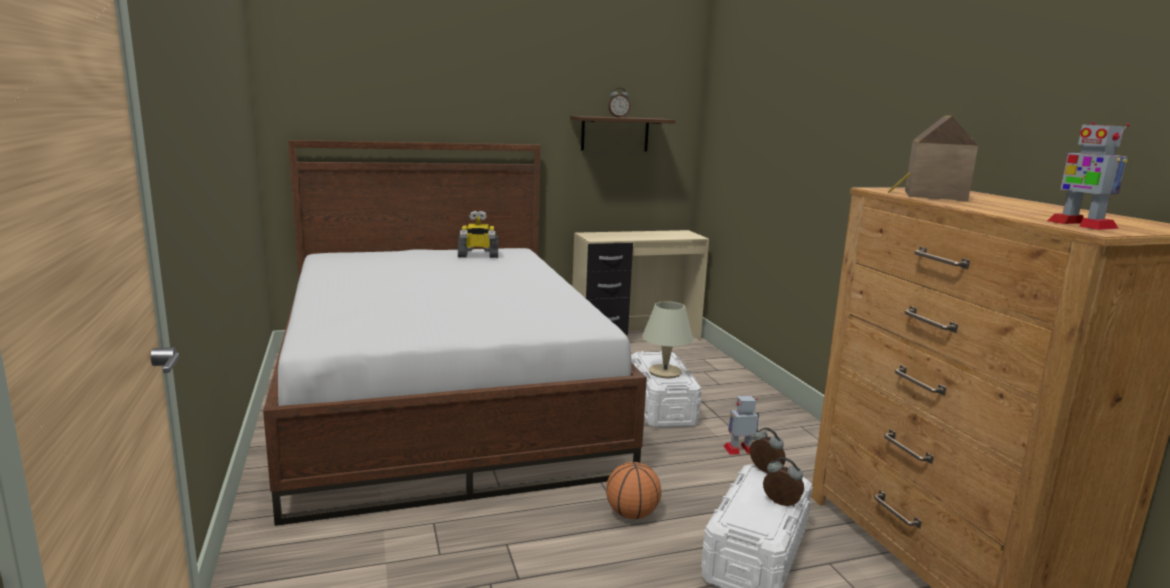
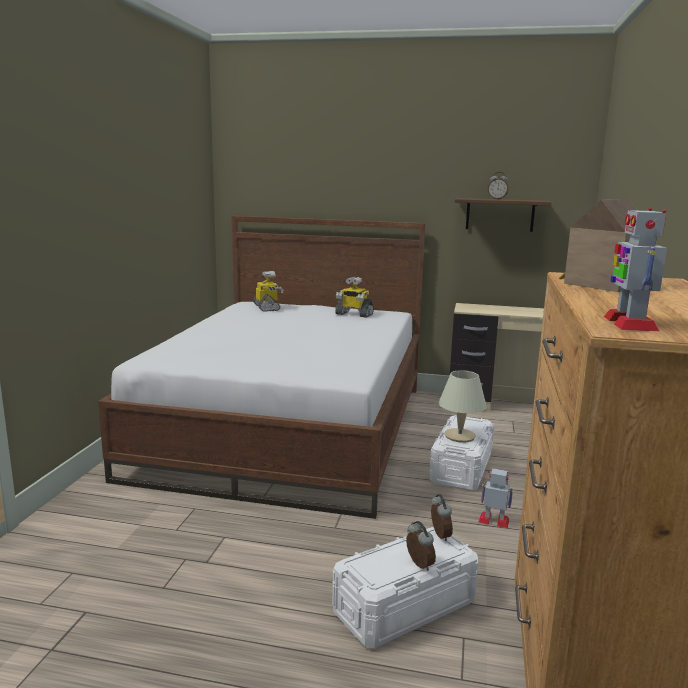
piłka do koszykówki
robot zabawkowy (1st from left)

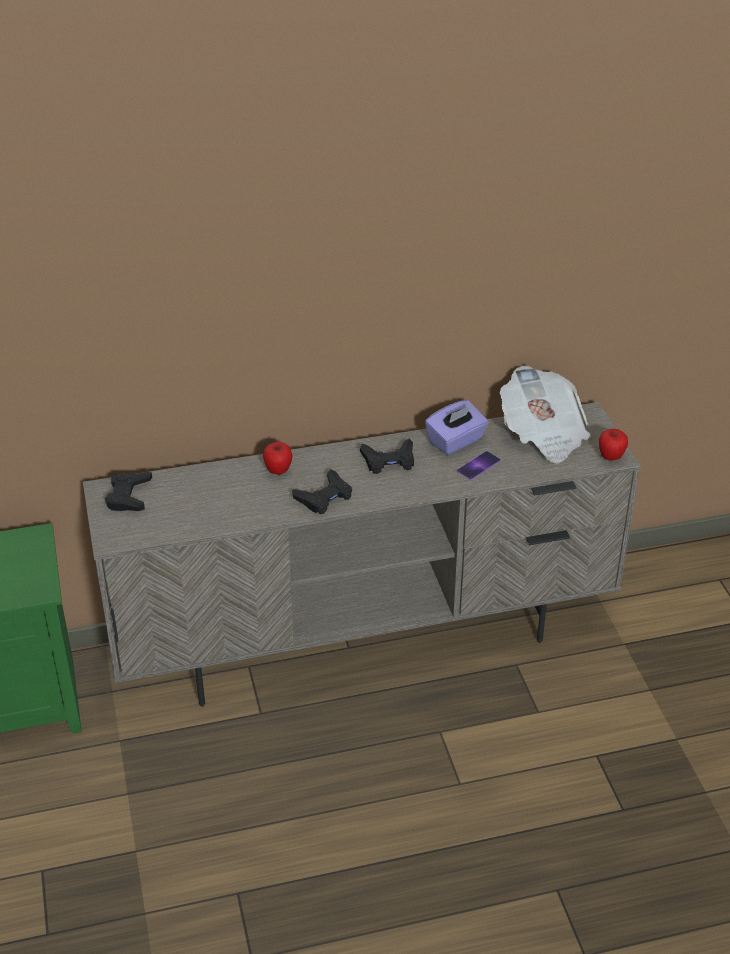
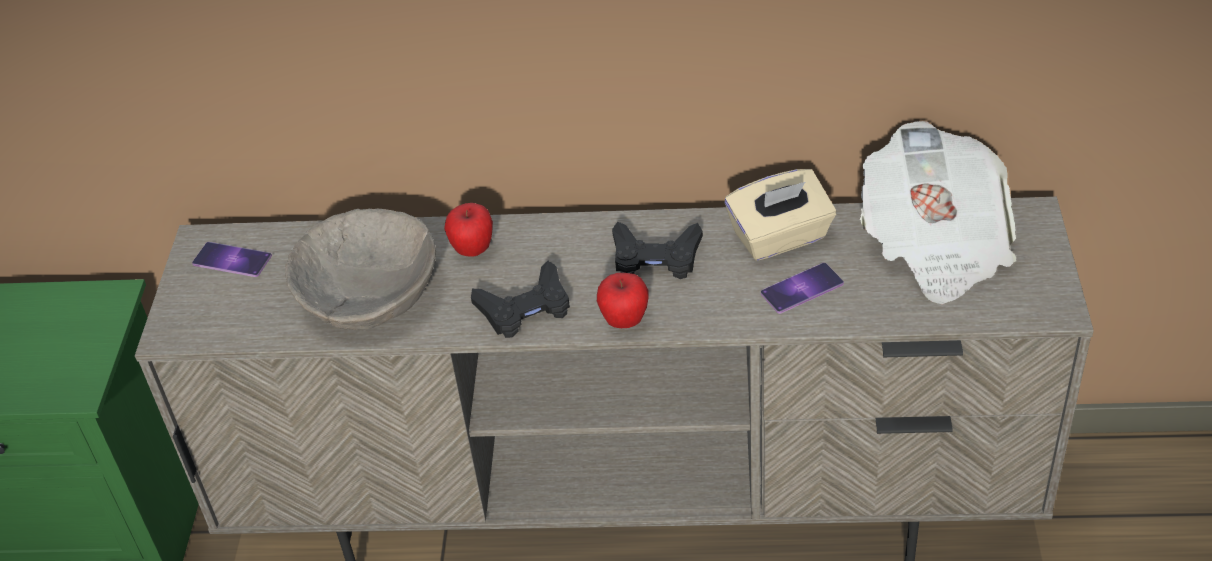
miska/beżowy
jabłko (2nd from left)
telefon (1st from left)
pudełko chusteczek/beżowy

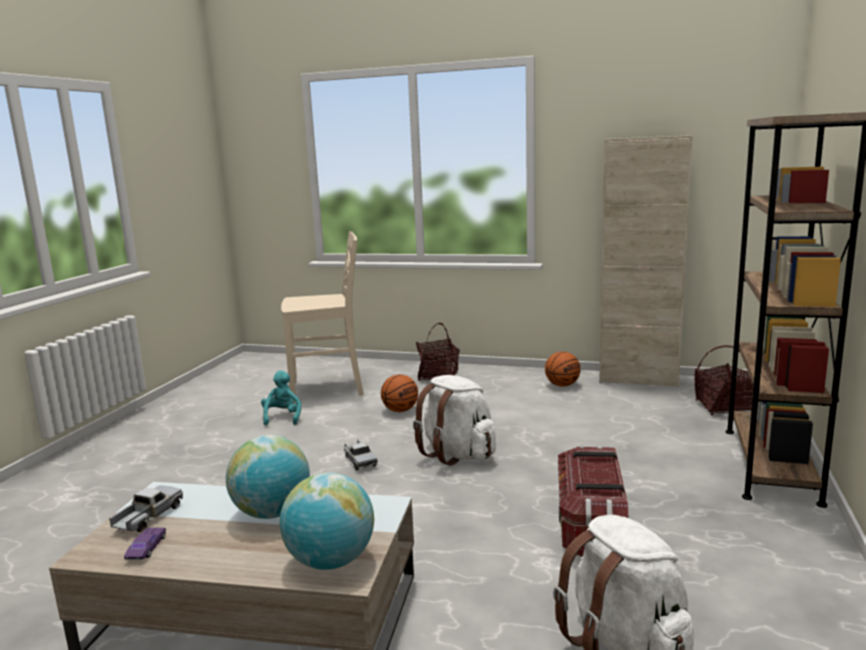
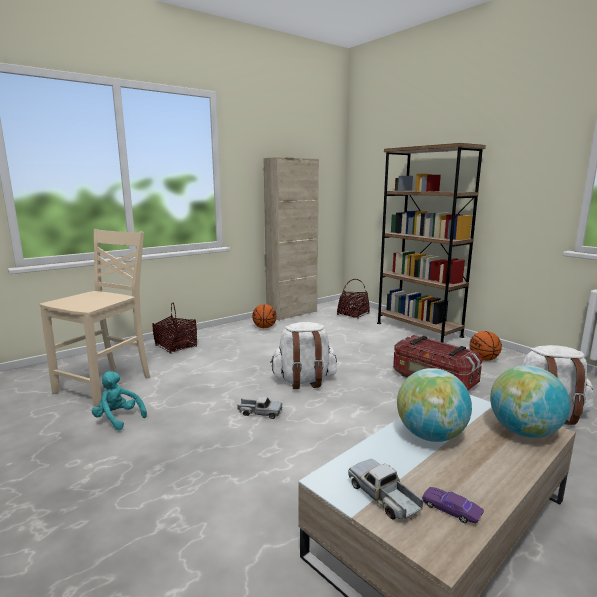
piłka do koszykówki (2nd from left)

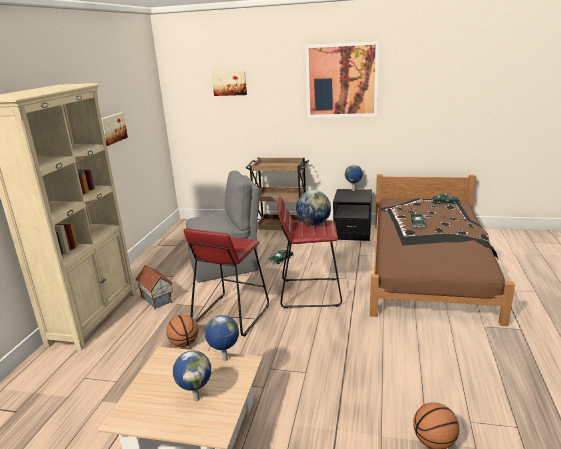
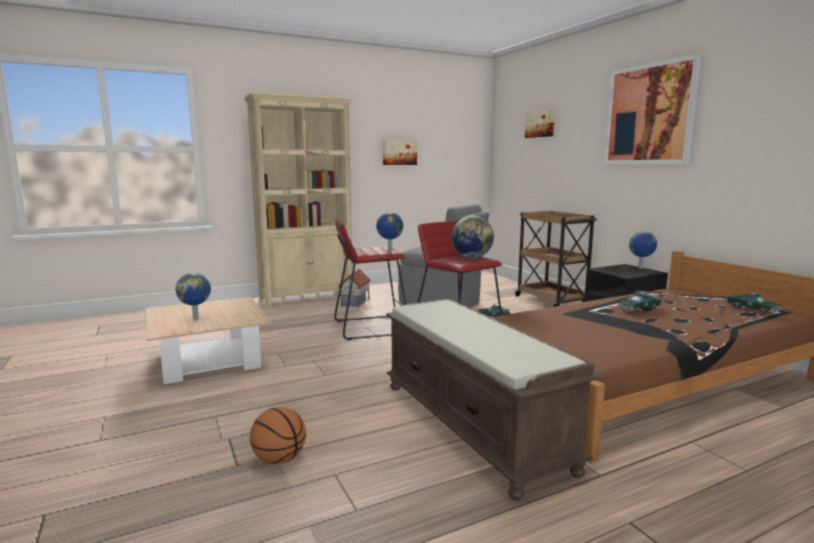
piłka do koszykówki (1st from left in the first image)
ławka/brązowy
globus (2nd from left)

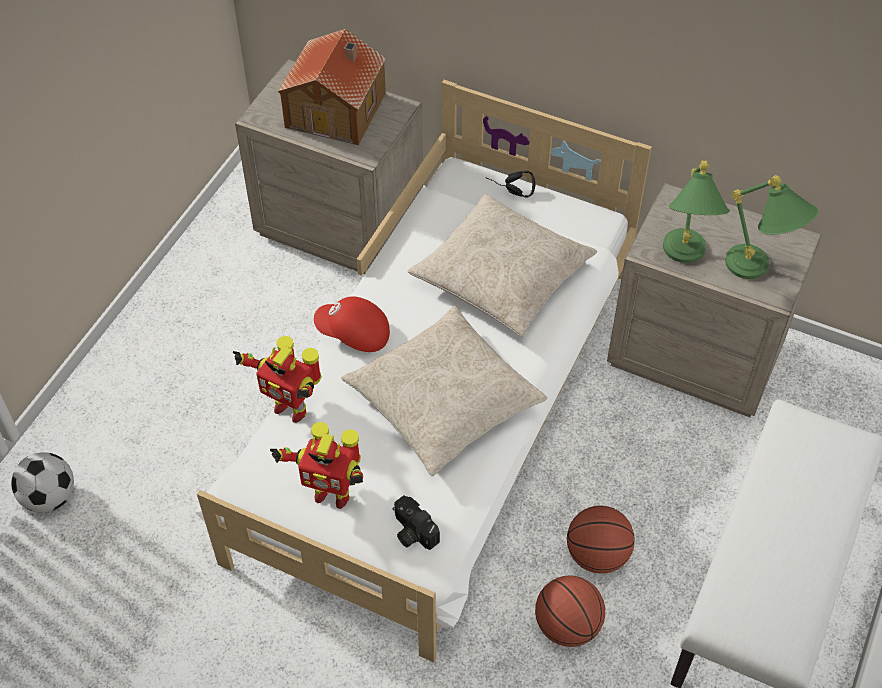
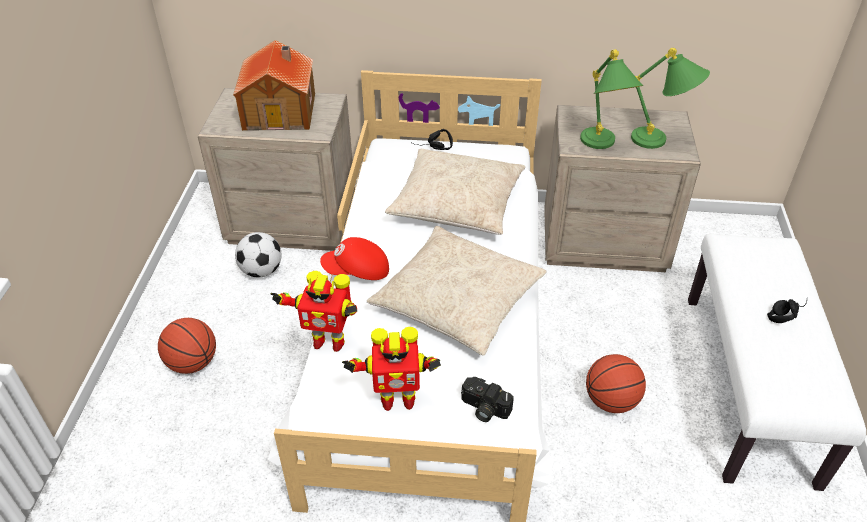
słuchawki/czarny (2nd from left)
piłka futbolowa
piłka do koszykówki (1st from left)

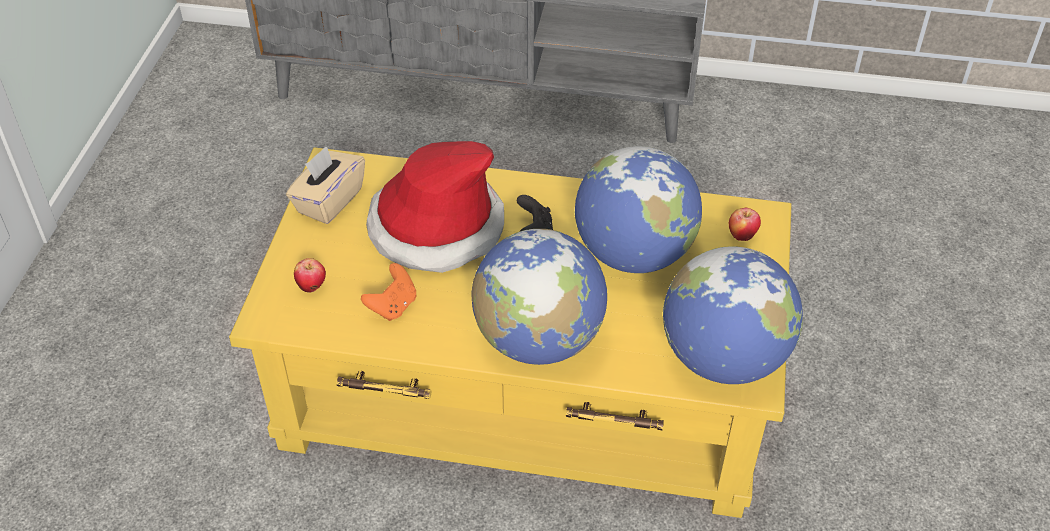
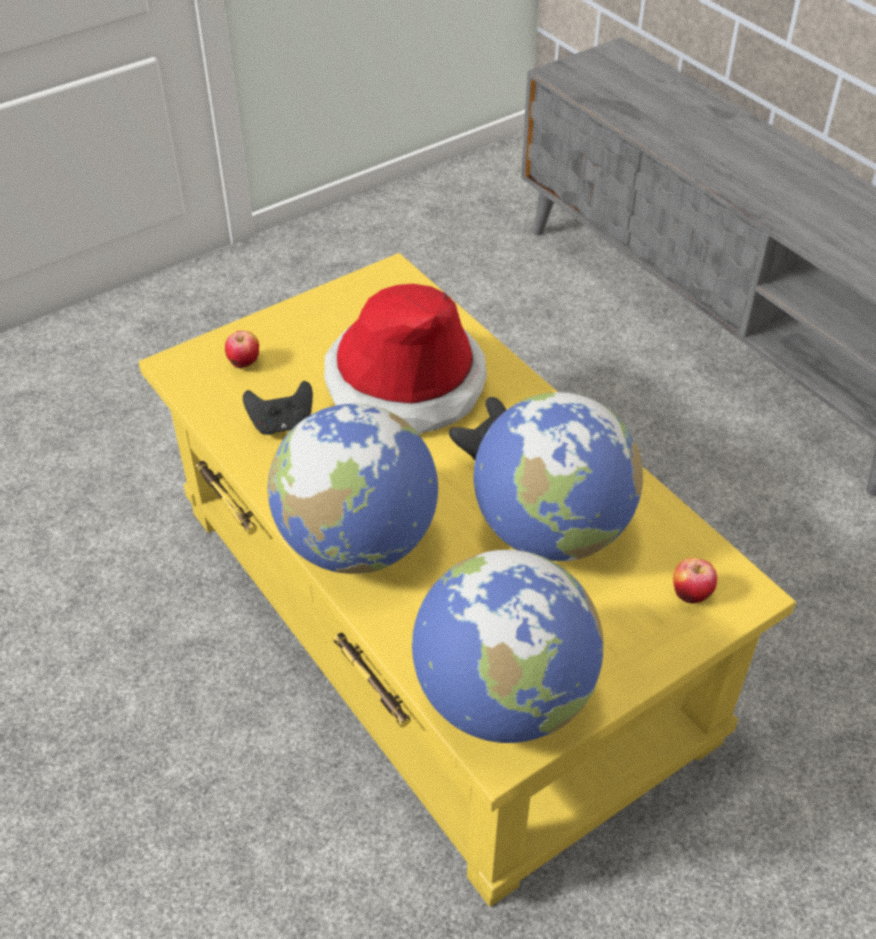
pudełko chusteczek/beżowy
pad do gier/czarny (1st from left)

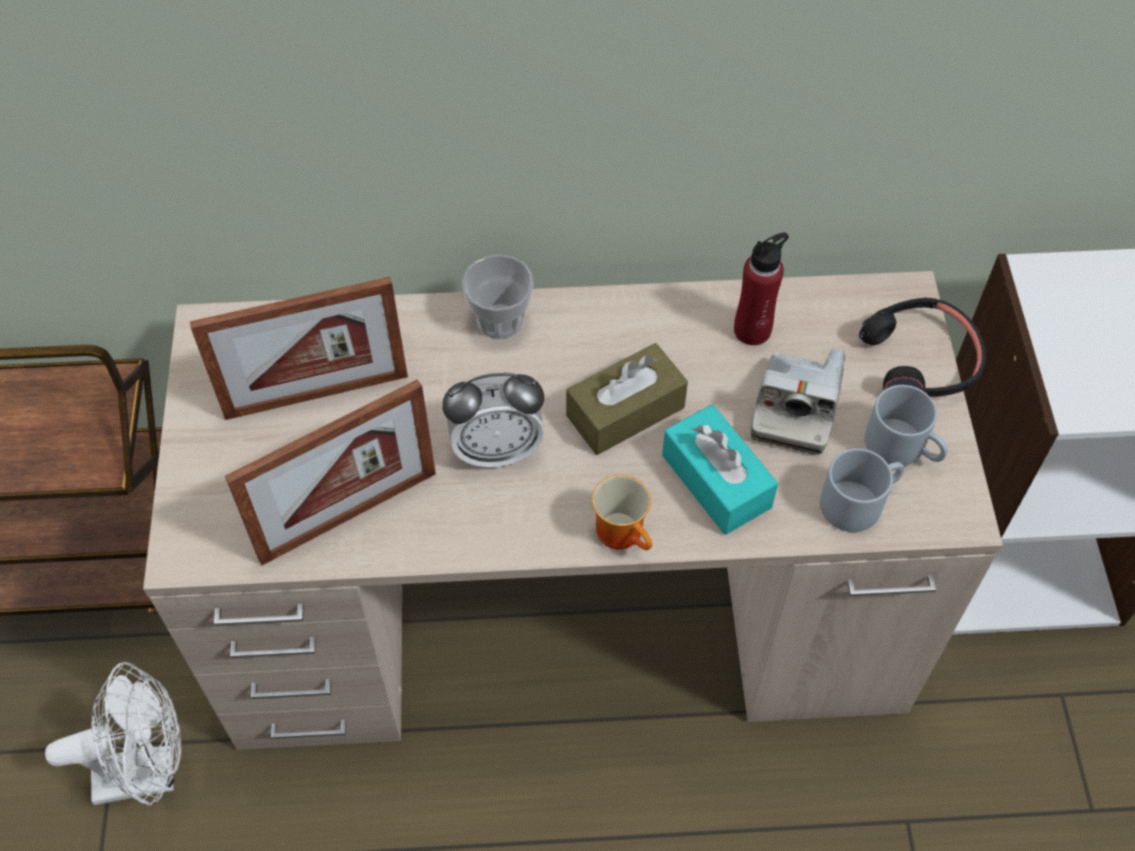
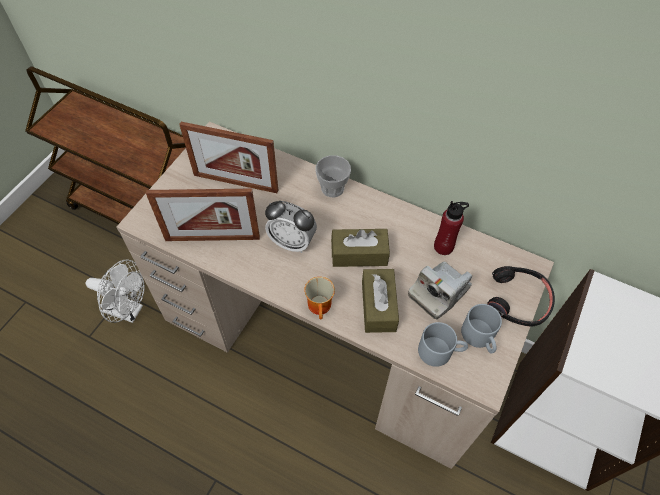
pudełko chusteczek/brązowy (2nd from left)

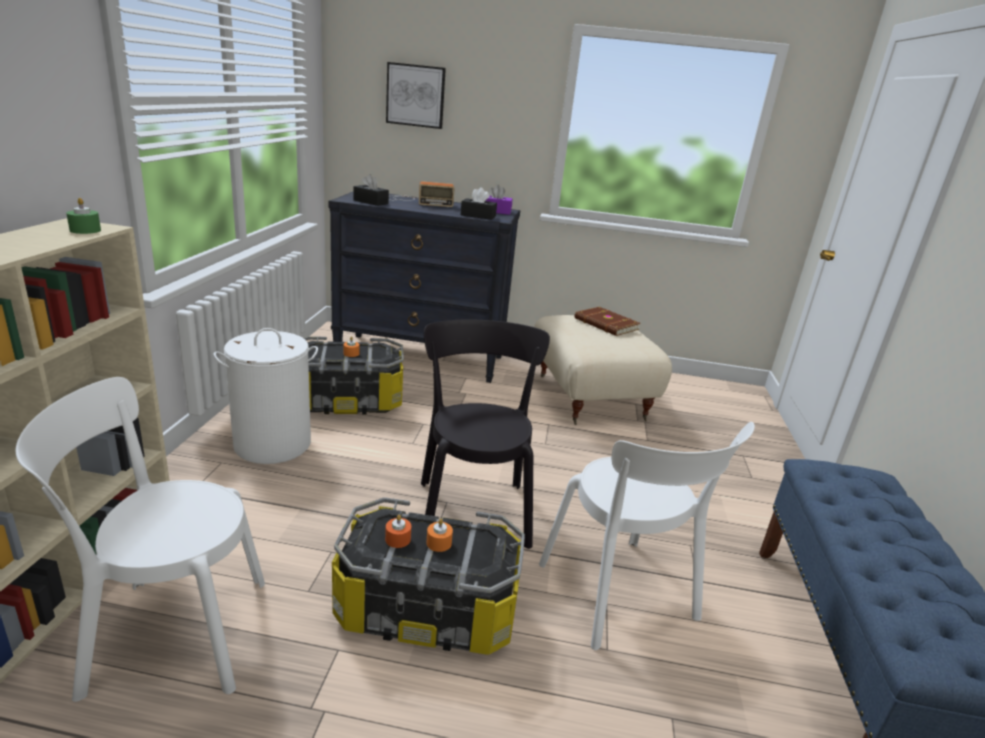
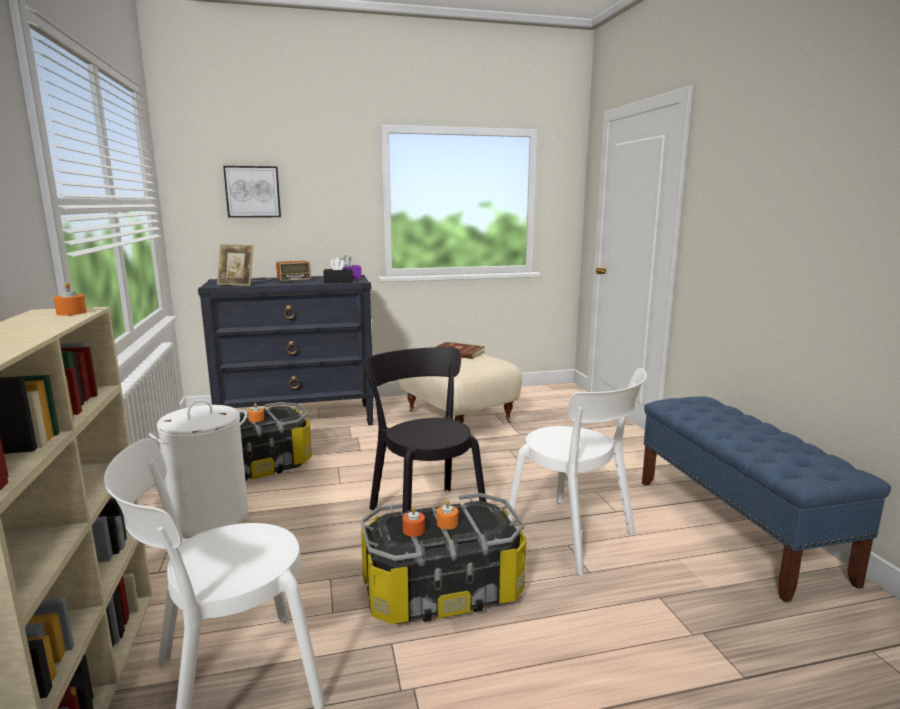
ramka na zdjęcie
świeca/pomarańczowy (1st from left)

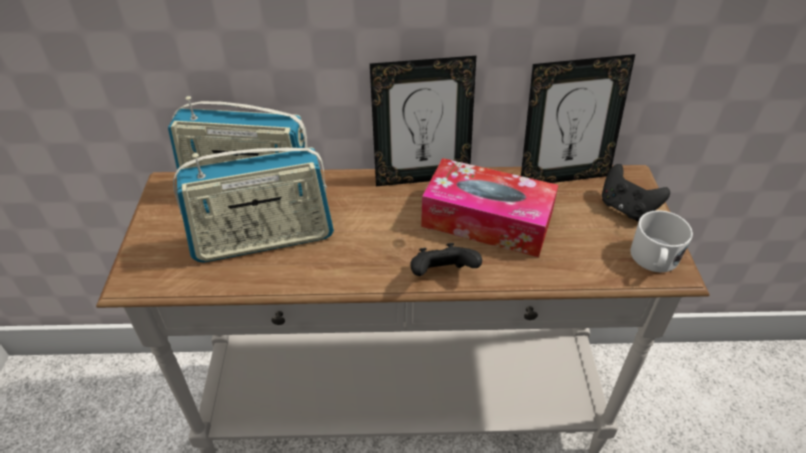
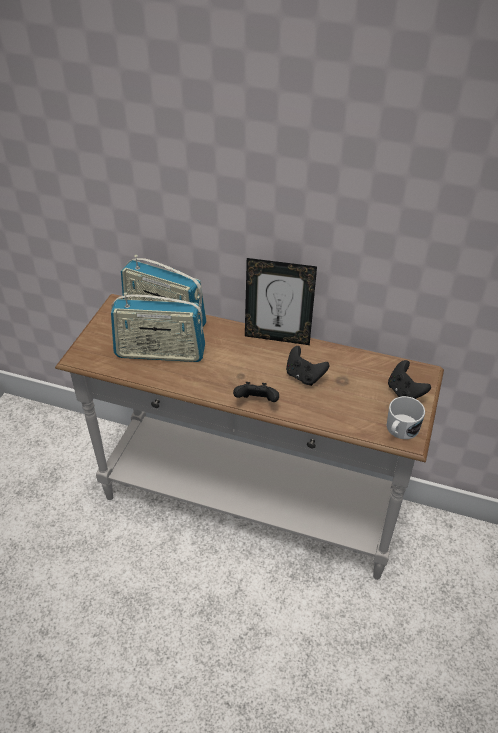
ramka na zdjęcie (2nd from left in the first image)
pad do gier/czarny (2nd from left)

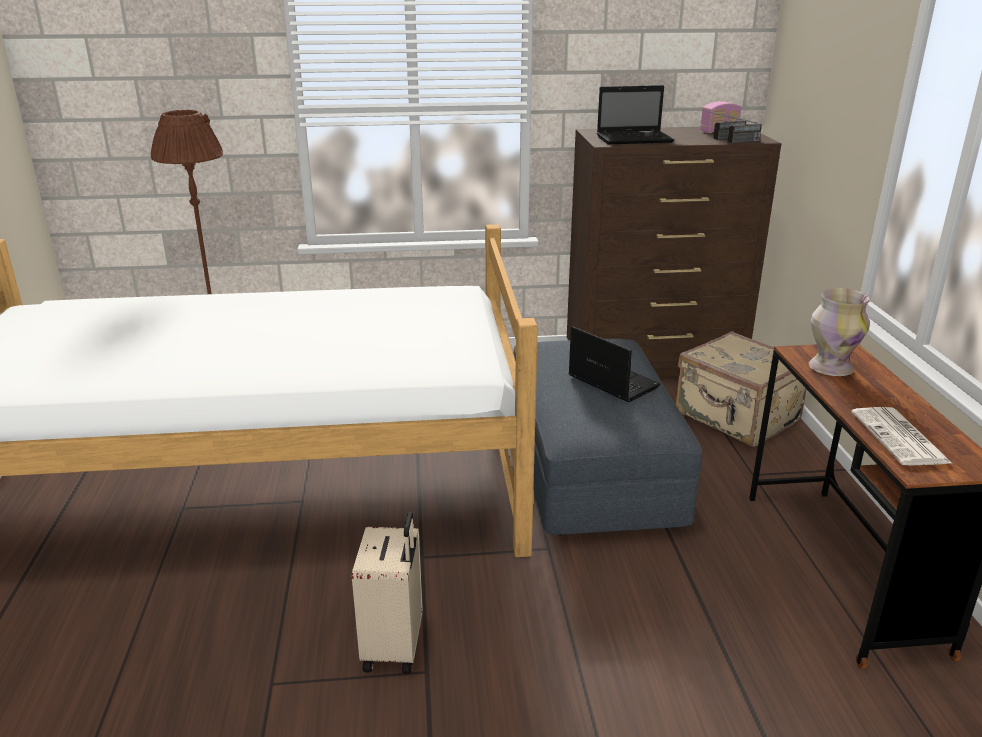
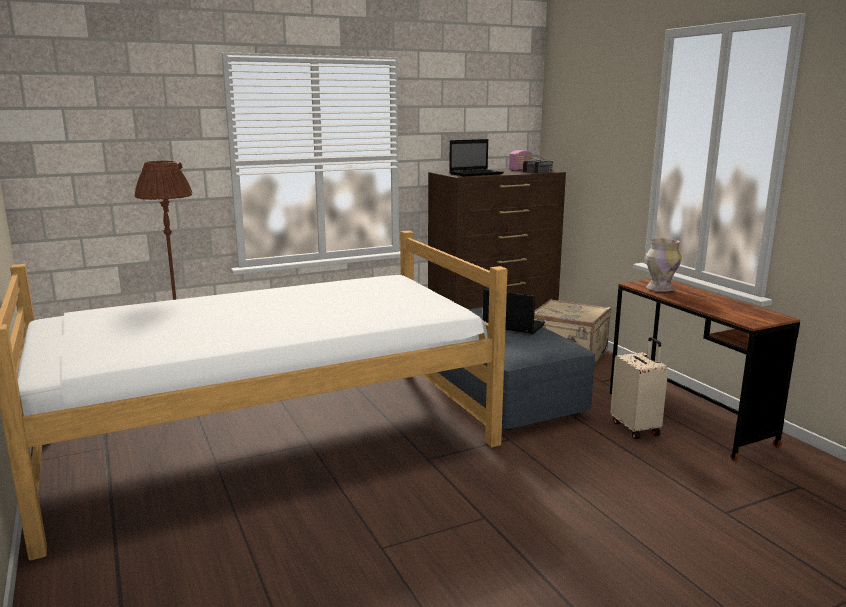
gazeta
walizka/beżowy (2nd from left)

